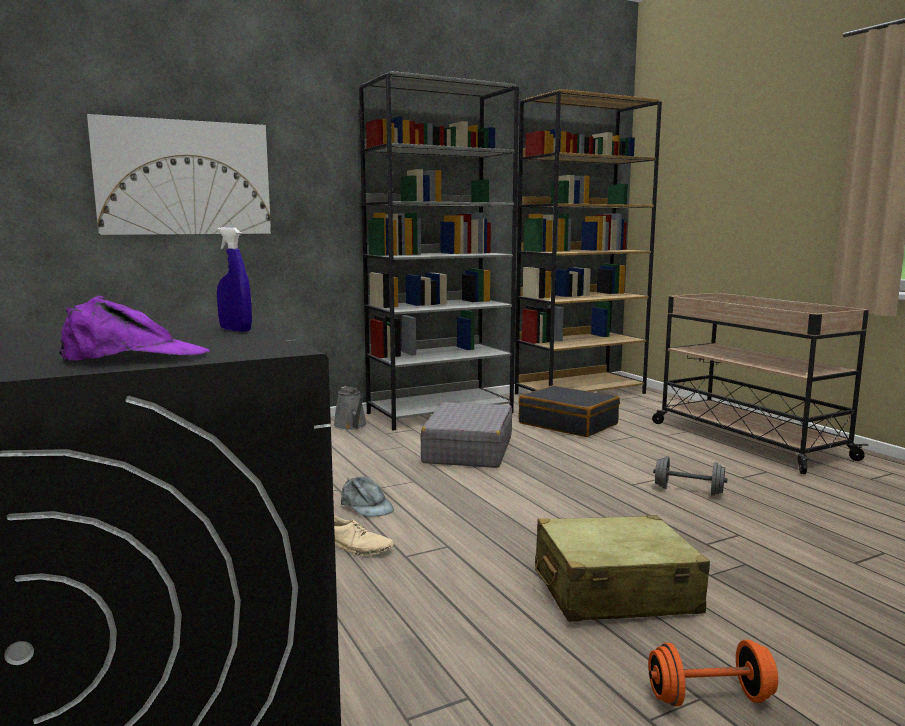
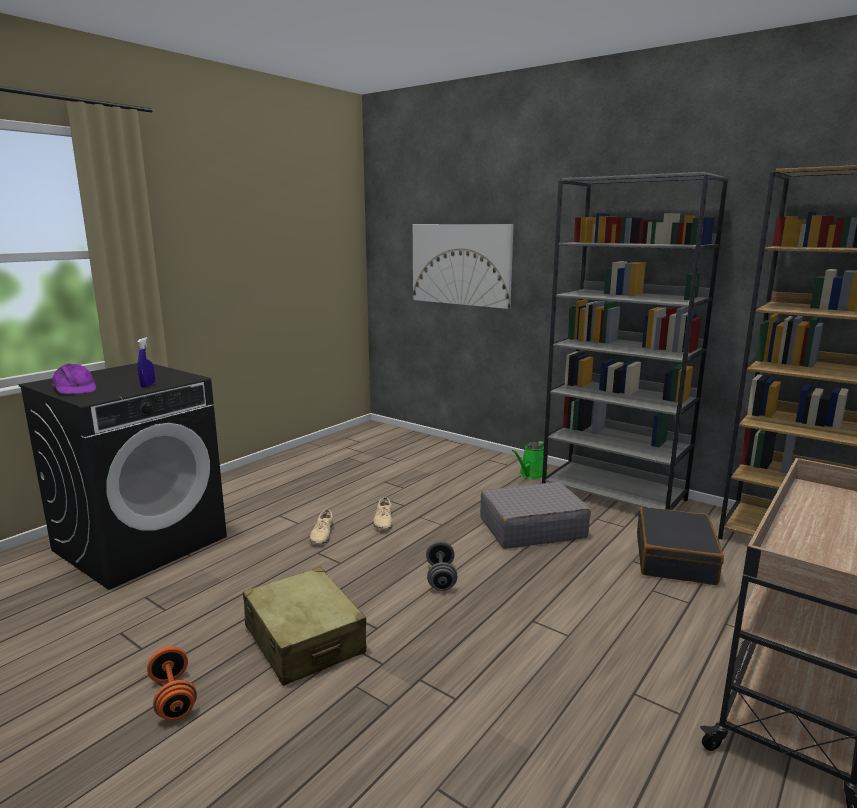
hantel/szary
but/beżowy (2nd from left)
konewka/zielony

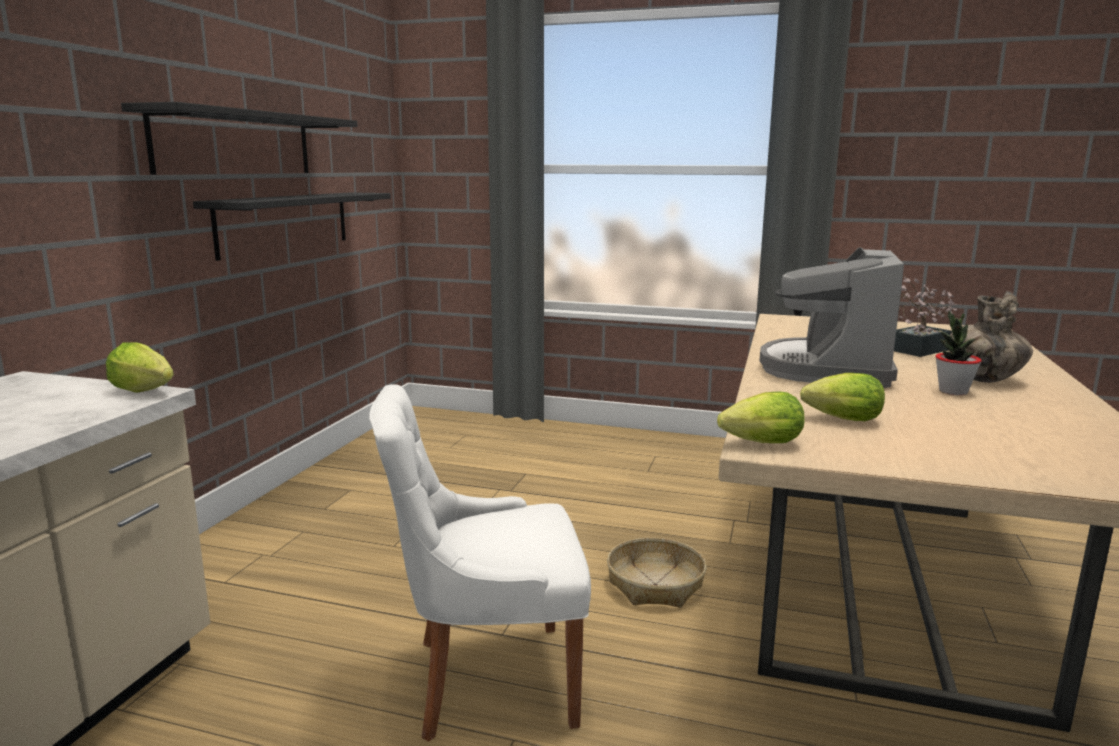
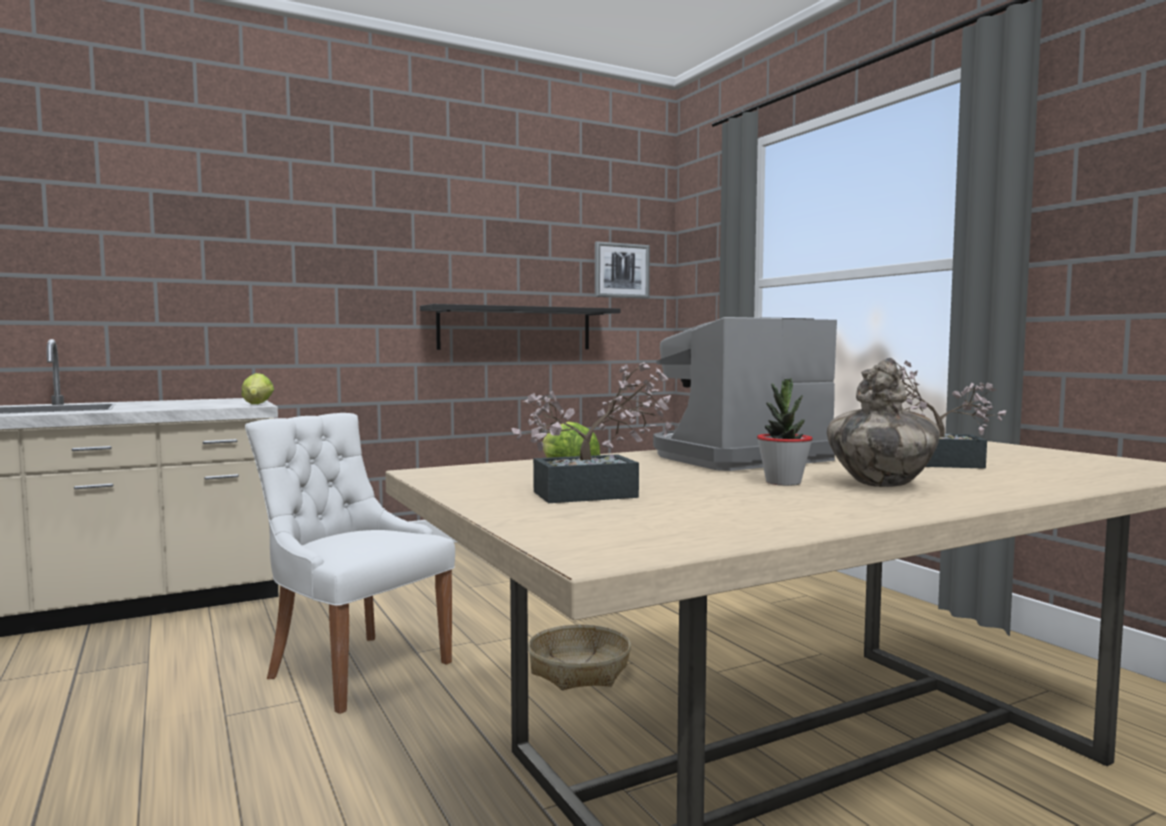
półka/czarny (1st from left in the first image)
sałata (2nd from left in the first image)
roślina doniczkowa (1st from left)
obraz

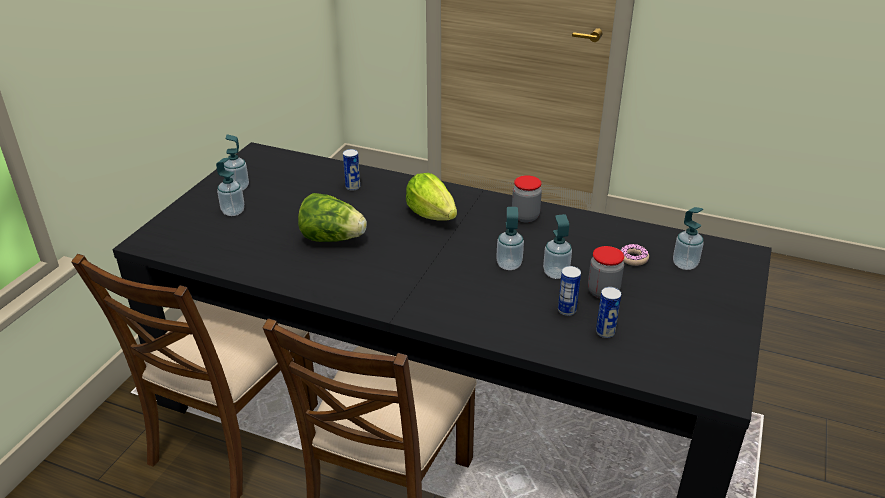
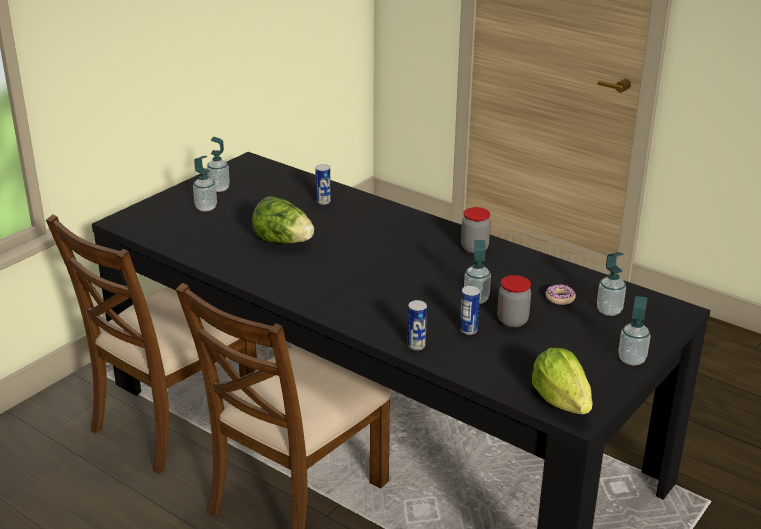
sałata (2nd from left)
dozownik mydła (5th from left)
puszka (2nd from left)

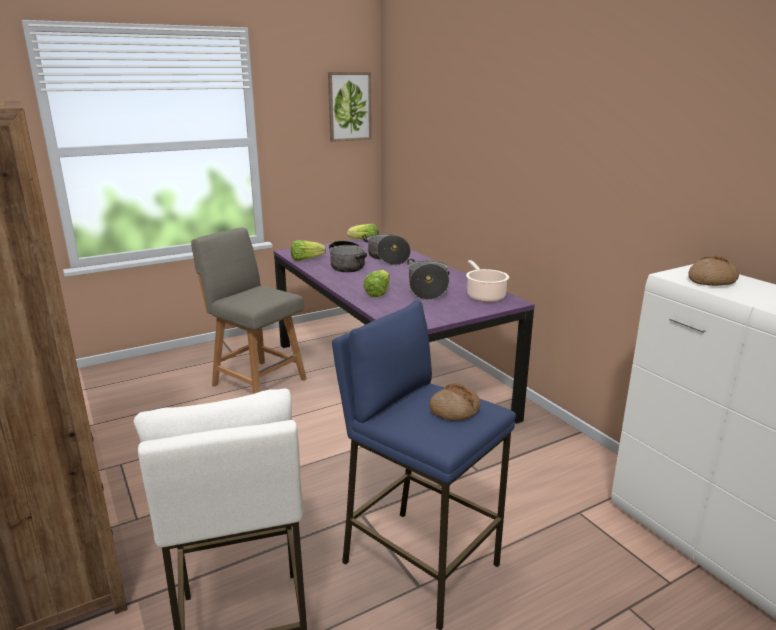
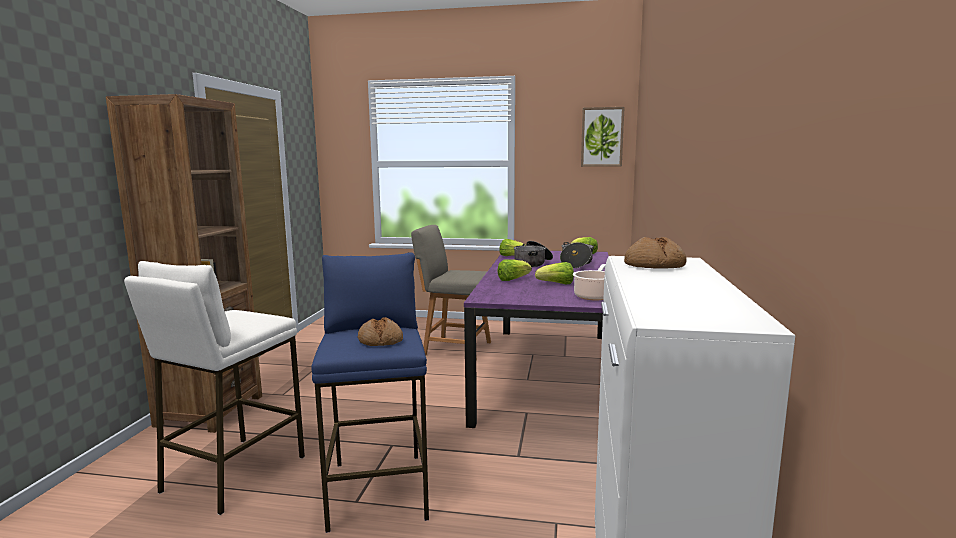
sałata (3rd from left)
krzesło/szary

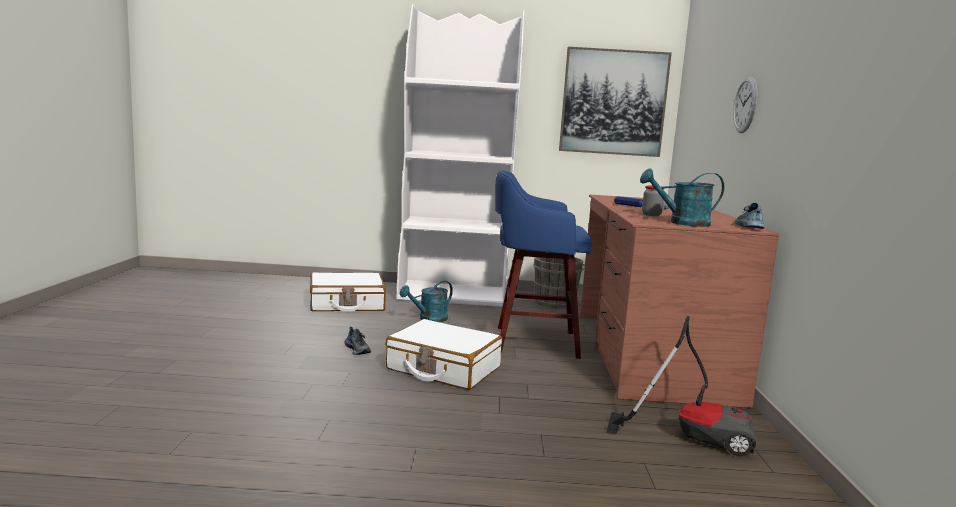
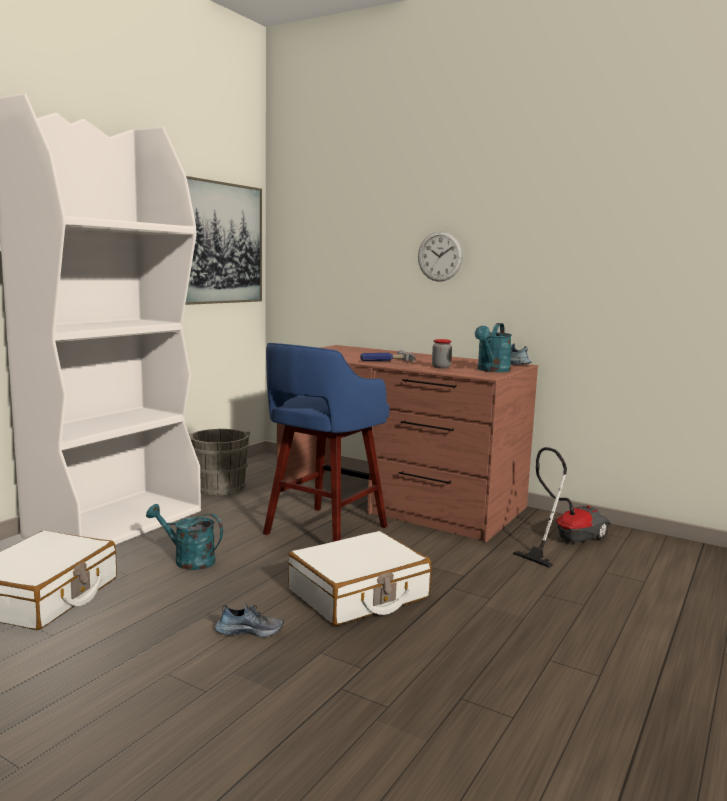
konewka/turkusowy (1st from left)

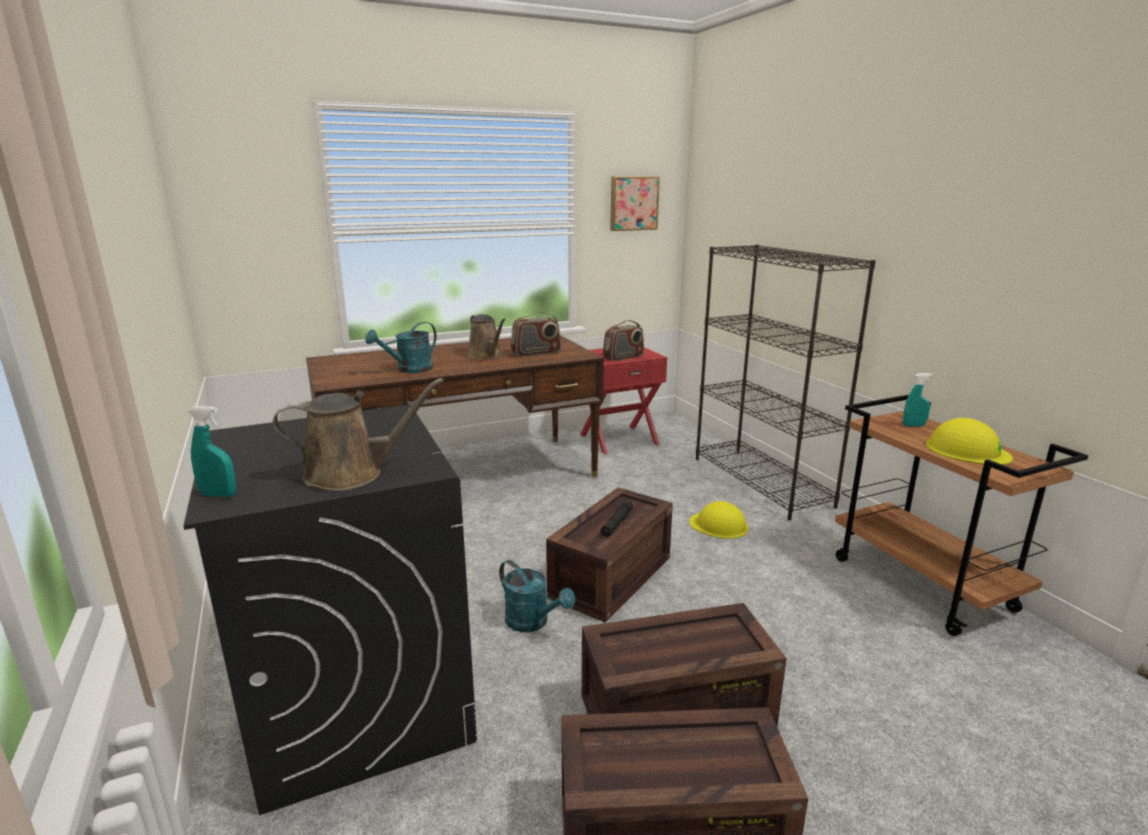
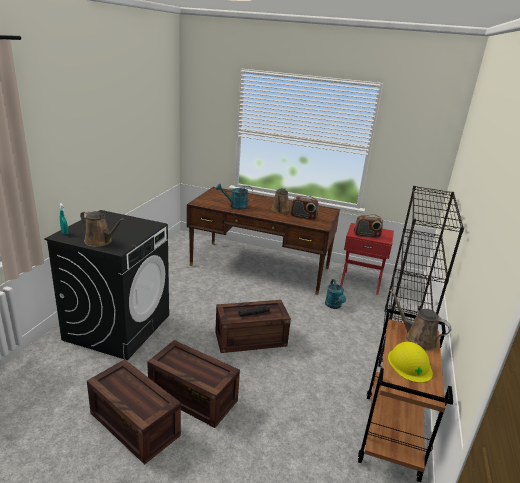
obraz
kask/żółty (1st from left in the first image)
konewka/turkusowy (2nd from left)
konewka/brązowy (3rd from left)

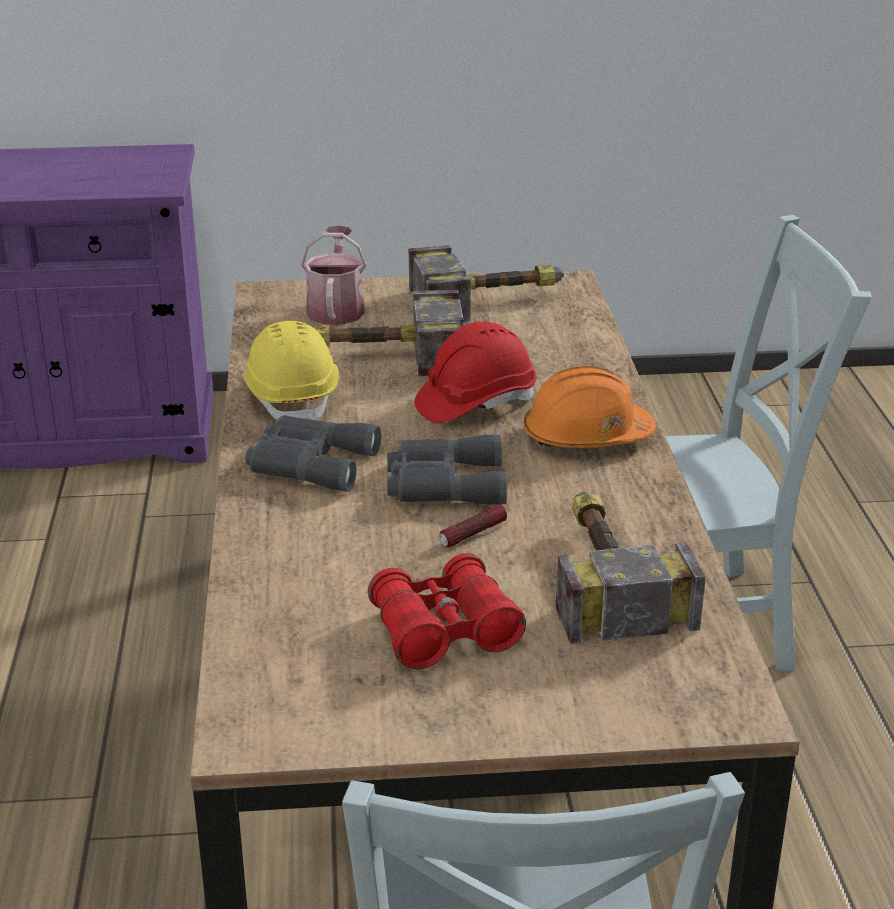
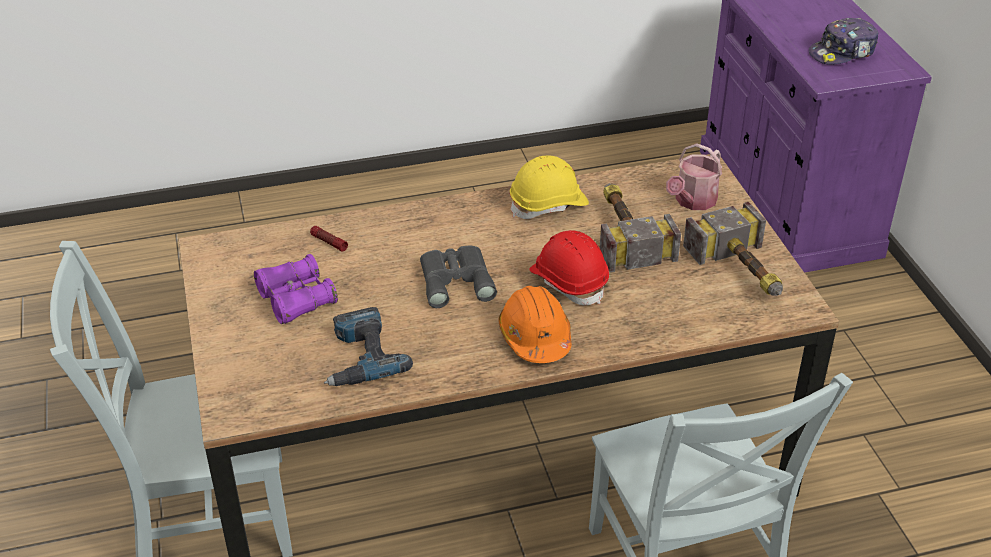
lornetka/szary (1st from left in the first image)
czapka z daszkiem
latarka
wiertarka
lornetka/fioletowy
konewka

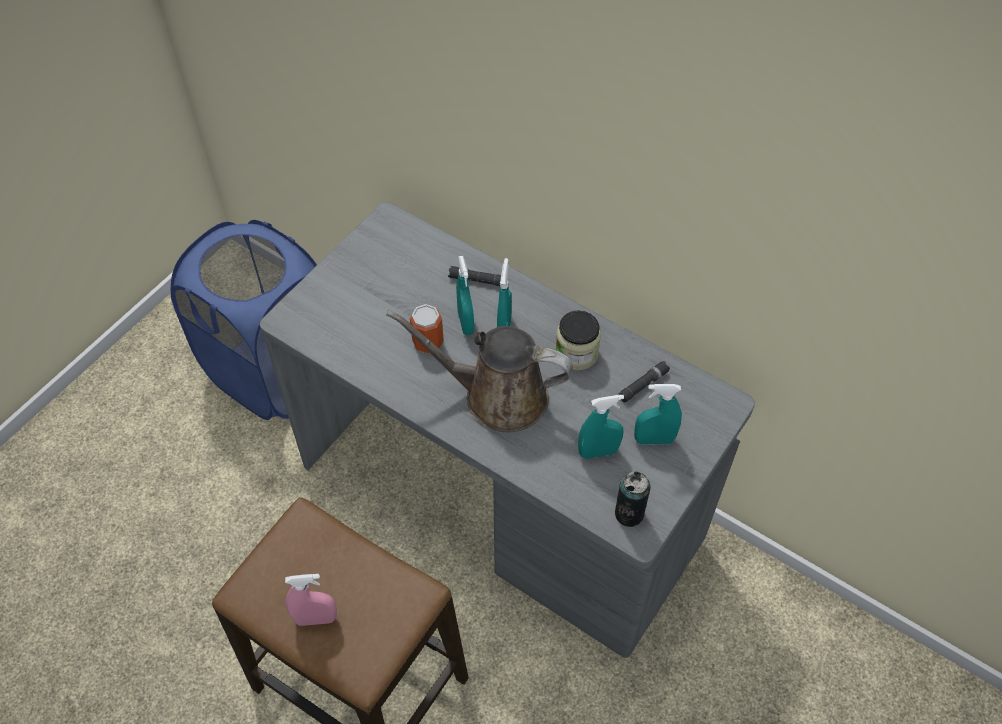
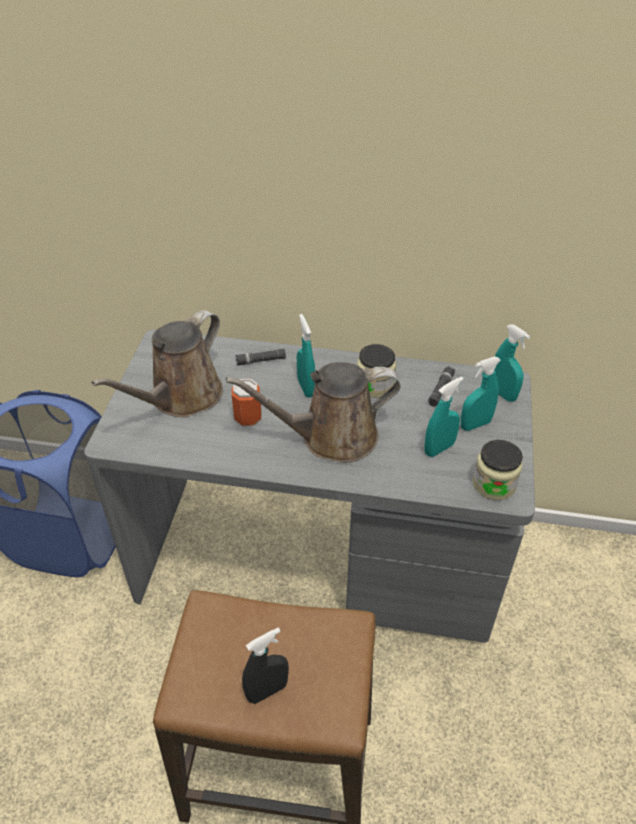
konewka/brązowy (1st from left)
spryskiwacz/turkusowy (4th from left)
słoik (2nd from left)
spryskiwacz/czarny

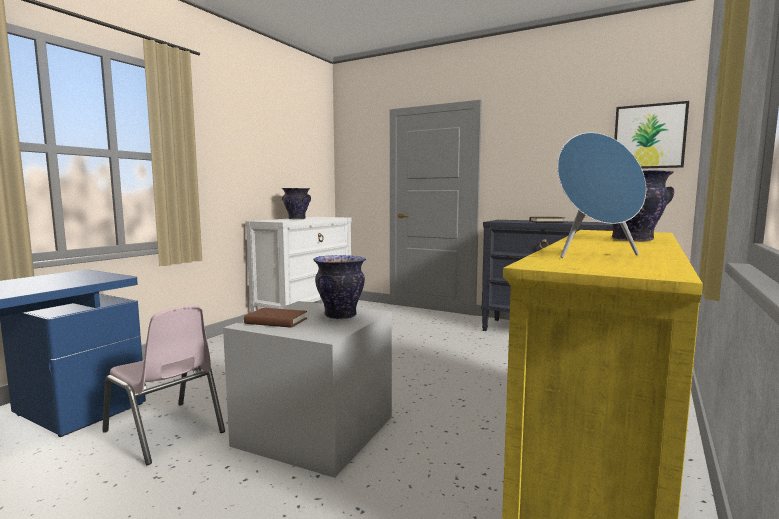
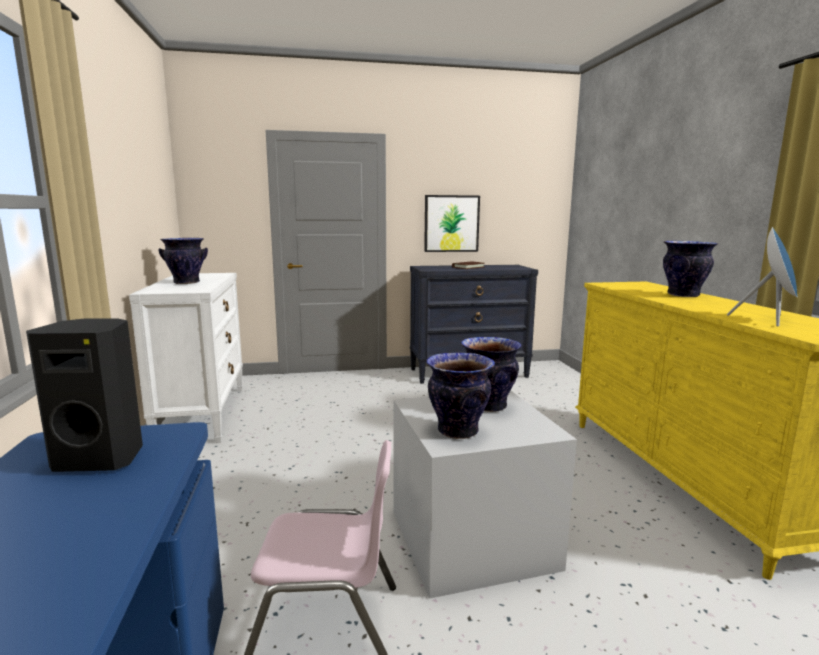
głośnik/czarny
obraz
wazon (2nd from left)

